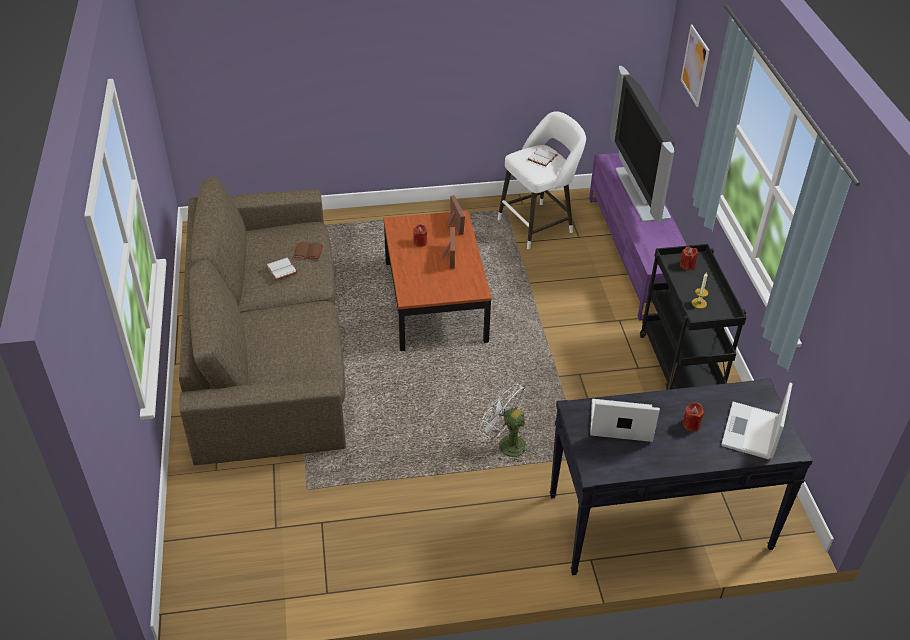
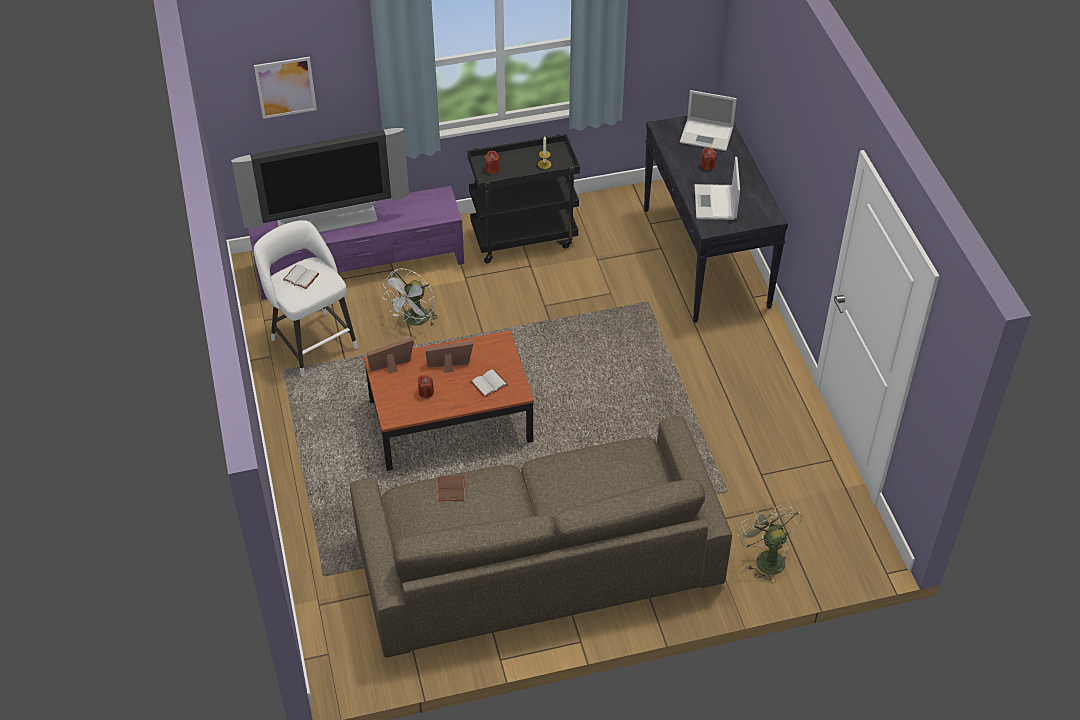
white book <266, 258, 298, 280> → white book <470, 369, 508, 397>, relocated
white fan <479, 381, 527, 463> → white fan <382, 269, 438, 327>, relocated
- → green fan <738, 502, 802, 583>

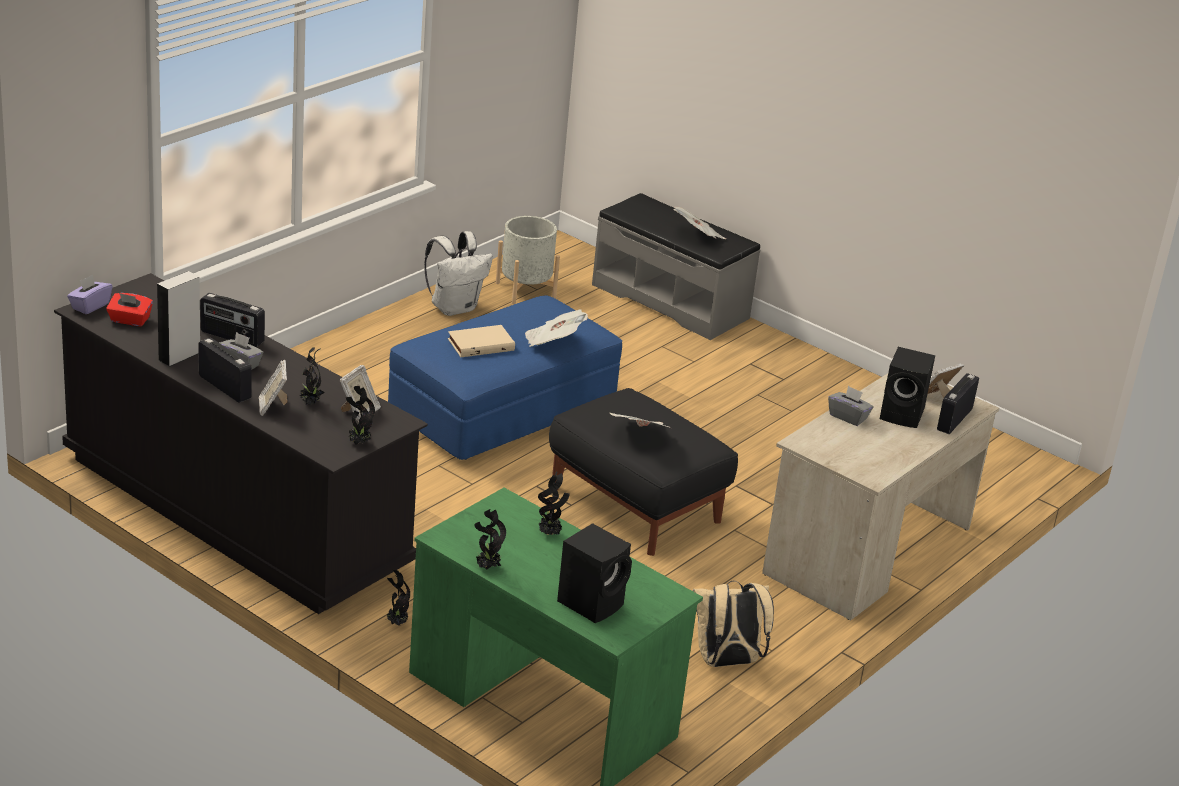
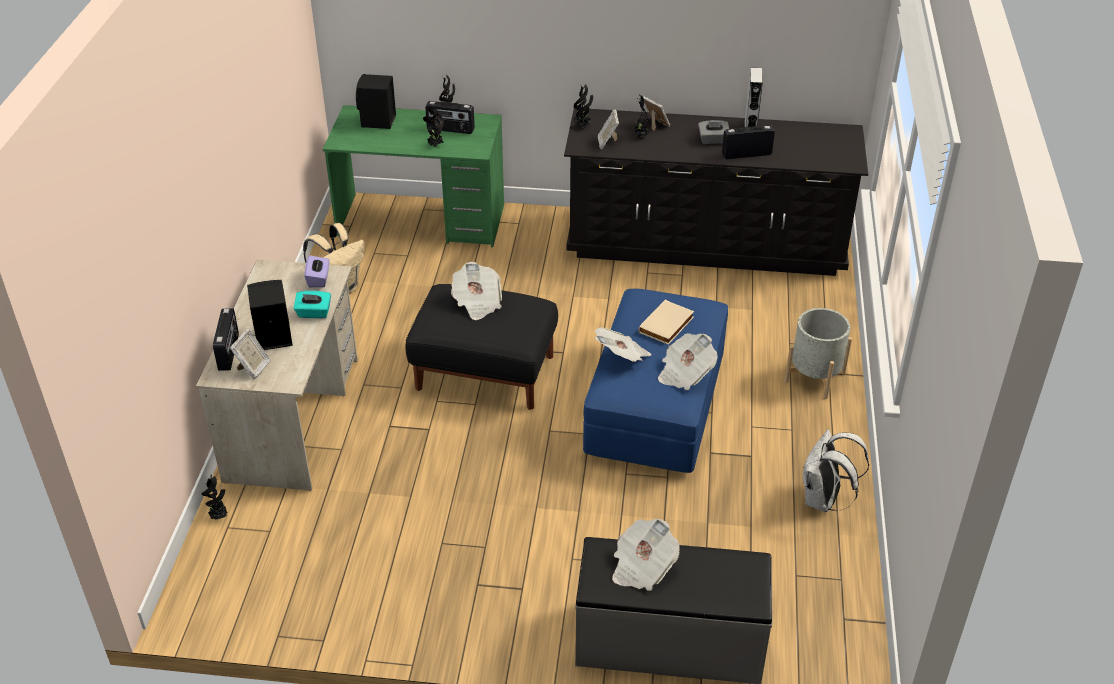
purple tissue box <67, 275, 113, 314> → purple tissue box <305, 255, 329, 287>, relocated
red tissue box <106, 293, 153, 327> → -
radio <198, 338, 252, 403> → radio <425, 101, 475, 134>, relocated
potted plant <387, 570, 410, 625> → potted plant <202, 474, 228, 520>, relocated
grey planter <496, 216, 560, 304> → grey planter <784, 308, 852, 399>, relocated
grey tissue box <828, 386, 873, 426> → turquoise tissue box <293, 291, 331, 318>
- → newspaper <658, 333, 718, 390>

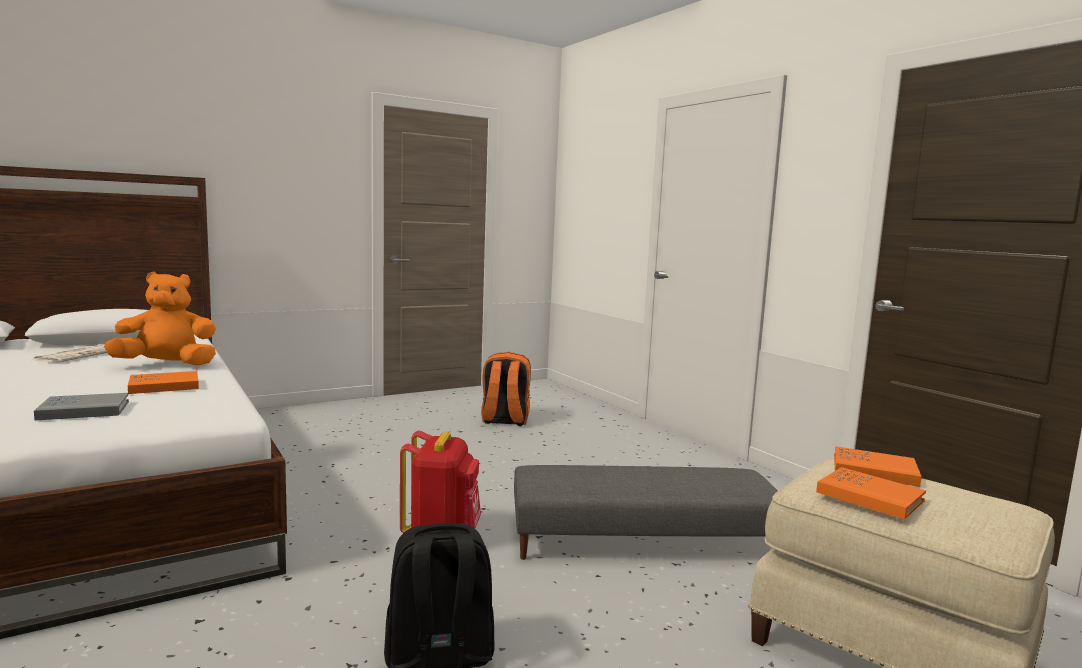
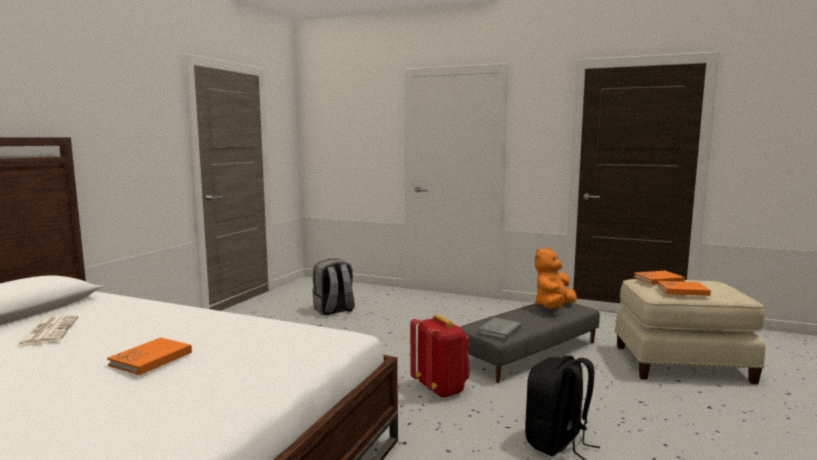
grey book <34, 393, 129, 421> → grey book <478, 318, 522, 340>, relocated
orange plush toy <104, 272, 216, 366> → orange plush toy <535, 247, 577, 308>, relocated
orange book <128, 371, 199, 394> → orange book <107, 337, 192, 375>, relocated
orange backpack <481, 352, 531, 426> → grey backpack <312, 258, 355, 316>

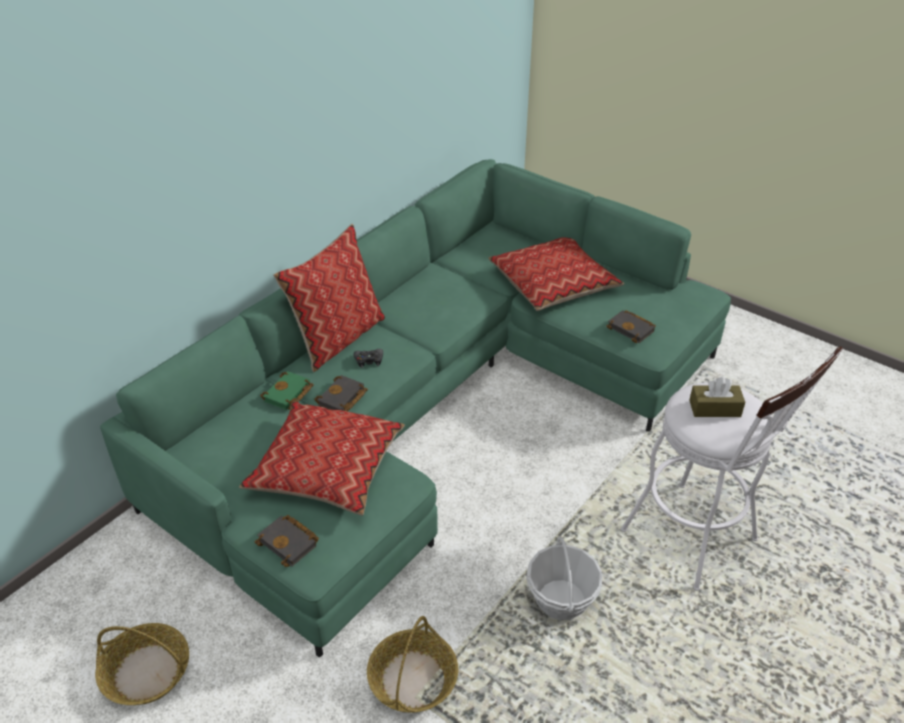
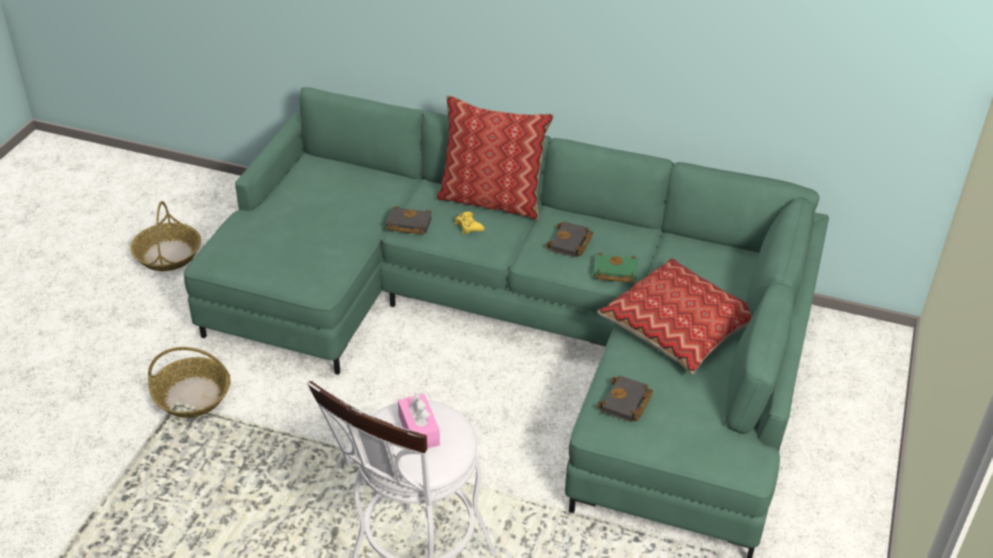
pillow <239, 402, 405, 516> → -
black book <255, 515, 319, 567> → black book <546, 222, 593, 257>, relocated
green book <260, 371, 314, 410> → green book <593, 253, 638, 283>, relocated
black game controller <353, 349, 383, 368> → yellow game controller <455, 211, 484, 234>
basket <526, 537, 603, 620> → -
brown tissue box <689, 377, 745, 417> → pink tissue box <398, 394, 440, 449>

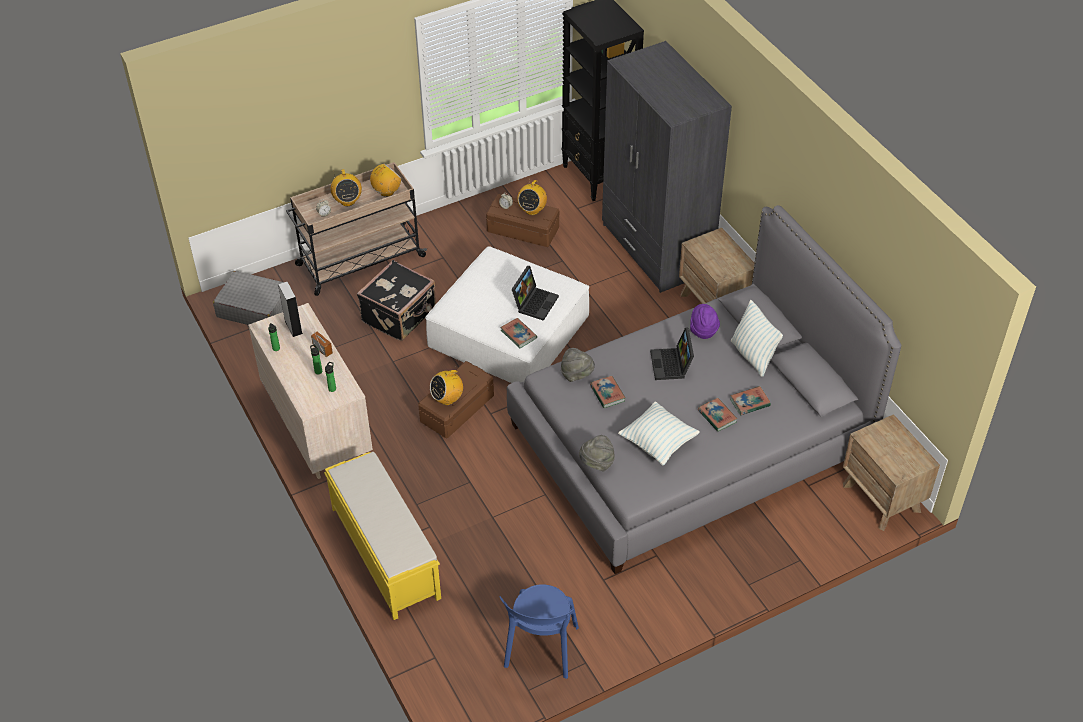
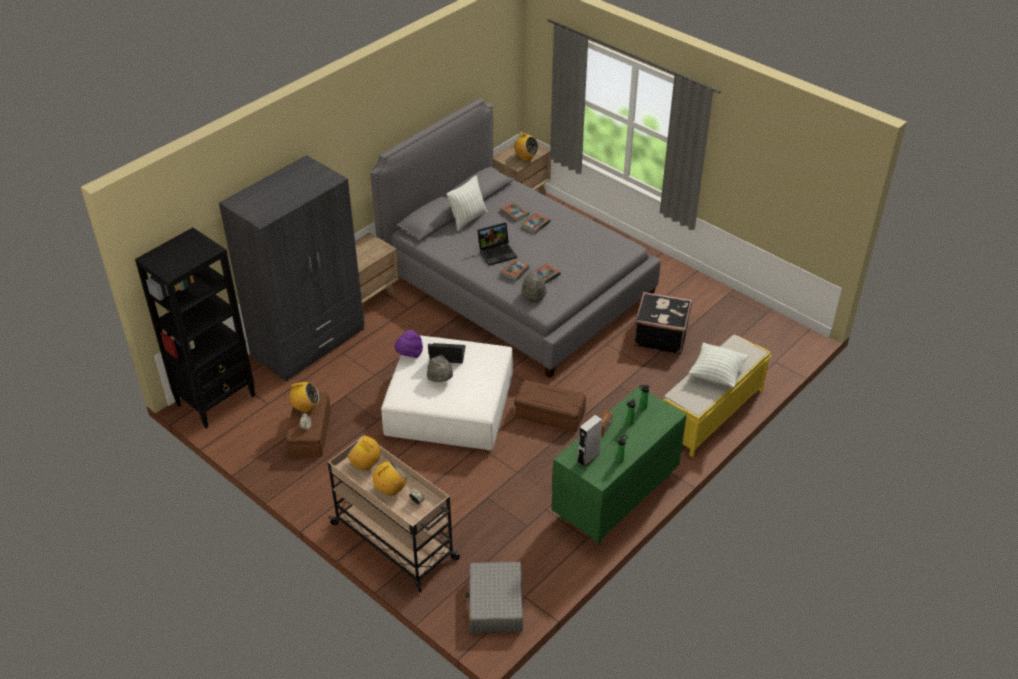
beige dresser <248, 303, 373, 479> → green dresser <551, 386, 687, 546>
black suitcase <357, 260, 436, 341> → black suitcase <633, 292, 692, 354>, relocated
radio <430, 365, 463, 405> → radio <512, 133, 539, 161>, relocated
blue chair <499, 584, 579, 679> → -
book <500, 318, 537, 348> → book <500, 259, 530, 281>, relocated
grey hat <579, 435, 615, 471> → grey hat <427, 355, 453, 382>, relocated
pillow <618, 401, 700, 465> → pillow <689, 343, 748, 388>, relocated
purple hat <690, 304, 720, 339> → purple hat <395, 330, 423, 358>, relocated

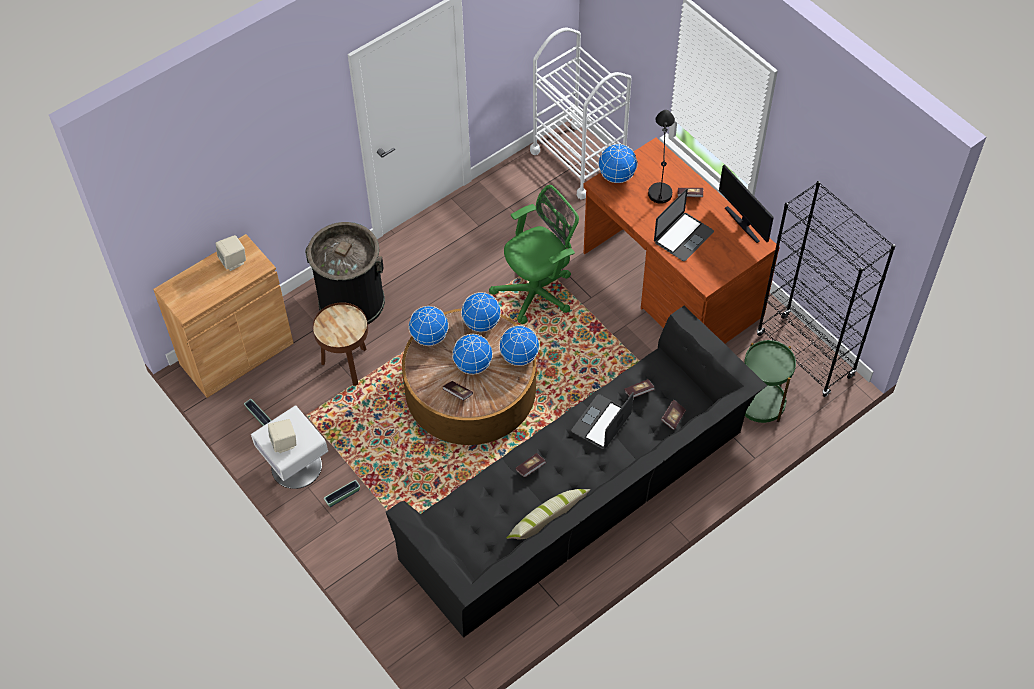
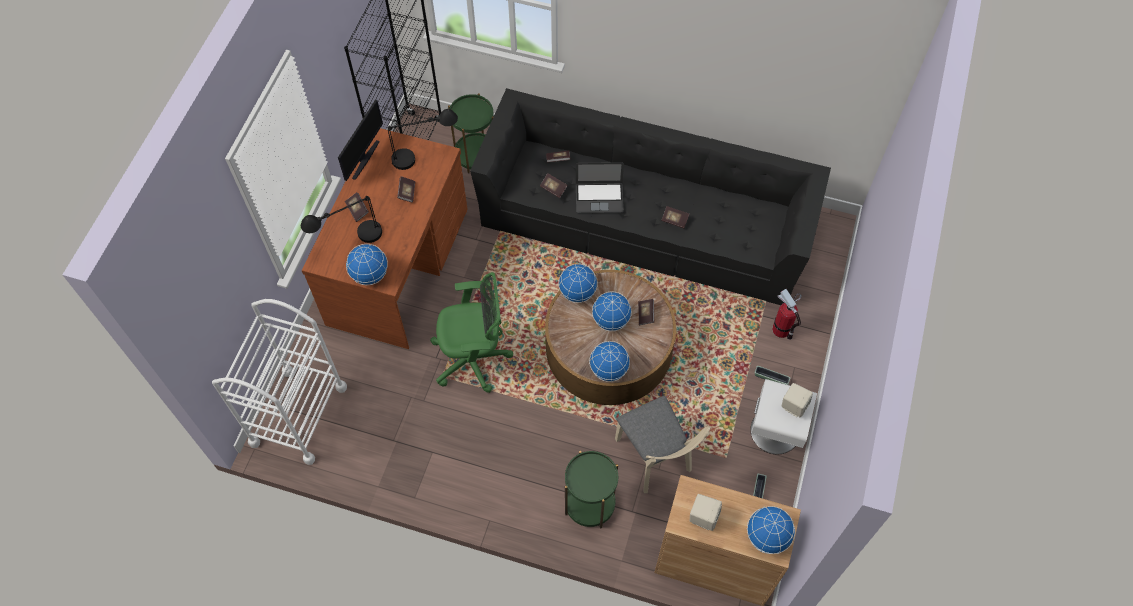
black trash can <305, 222, 385, 324> → green side table <565, 451, 618, 529>
brown side table <313, 302, 368, 386> → beige chair <615, 396, 710, 493>
globe <461, 292, 501, 332> → globe <747, 506, 795, 554>, relocated
green office chair <489, 185, 579, 324> → green office chair <430, 272, 513, 393>, 150 degrees clockwise
pillow <506, 489, 590, 539> → -
laptop <654, 189, 714, 261> → book <397, 176, 415, 202>
- → black table lamp <387, 109, 458, 170>
- → fire extinguisher <772, 289, 802, 340>

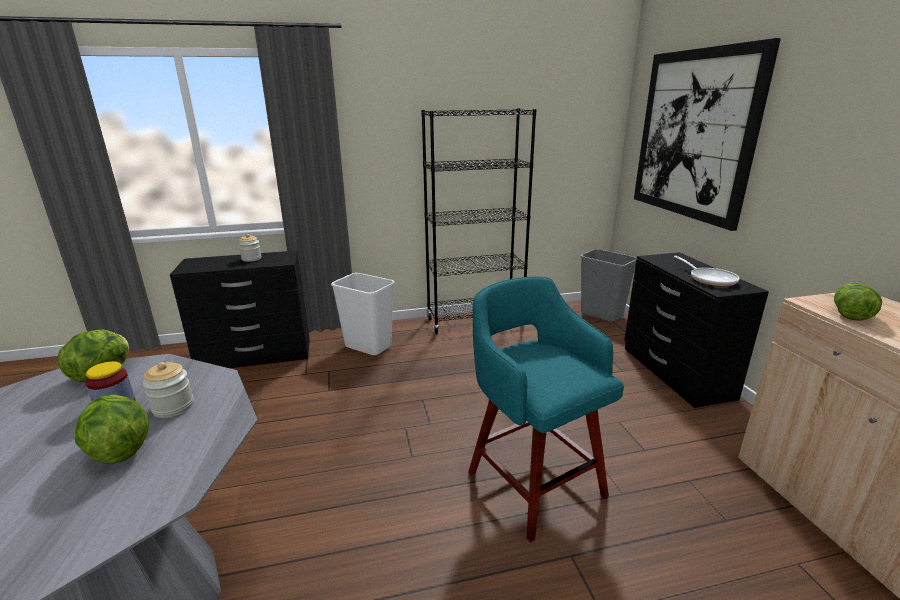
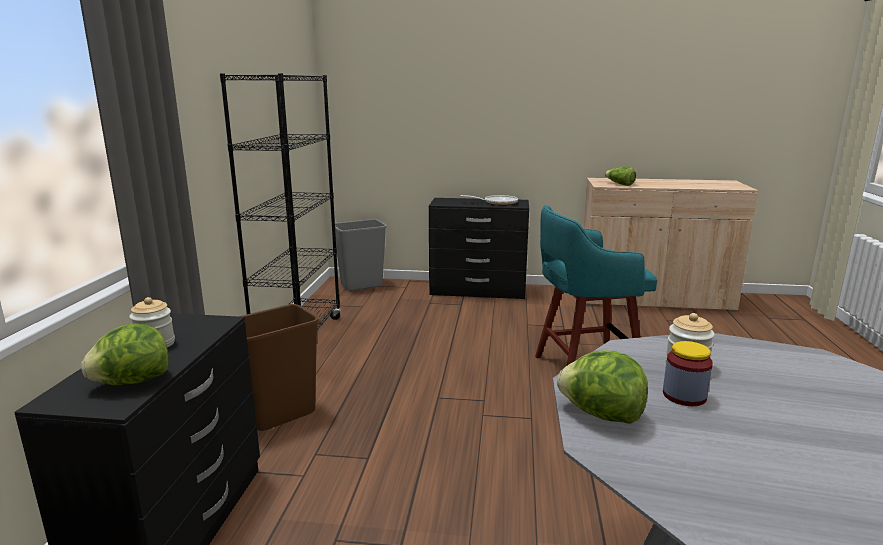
lettuce <75, 394, 149, 464> → lettuce <81, 323, 169, 385>, relocated
white trash can <331, 273, 395, 355> → brown trash can <239, 304, 319, 431>
picture <634, 38, 781, 231> → -

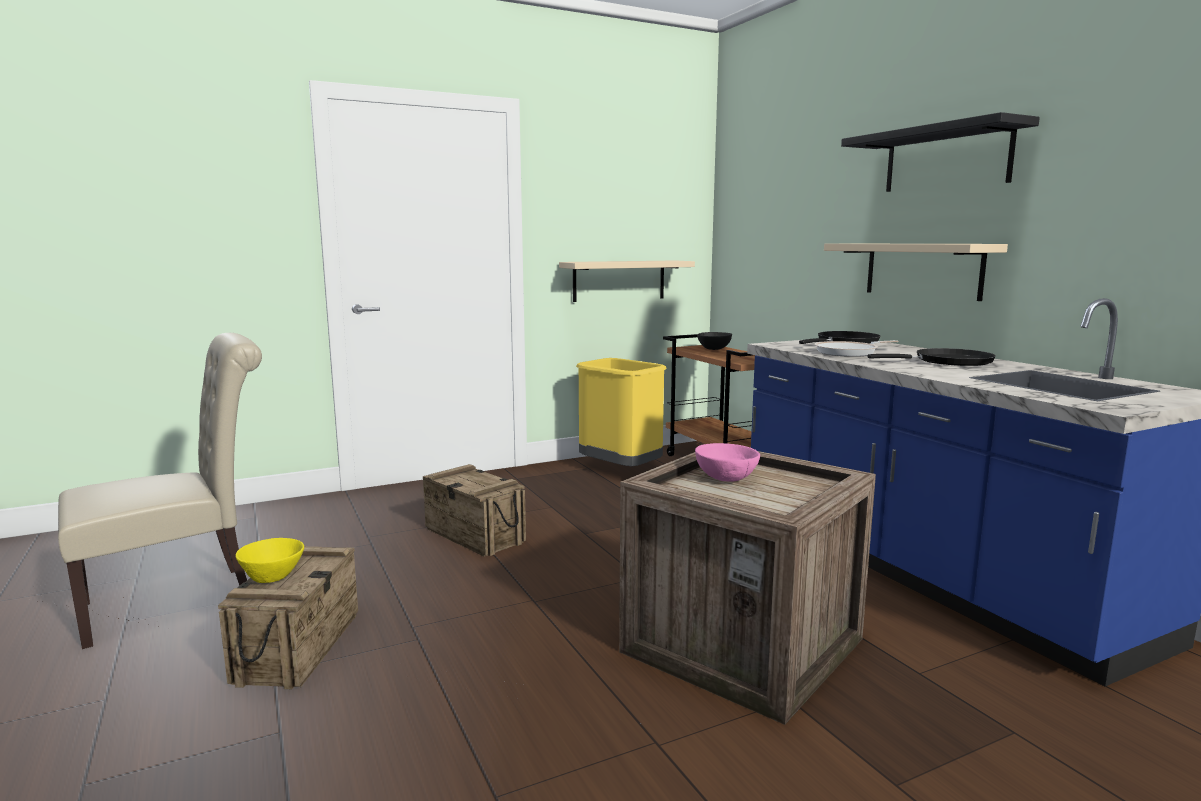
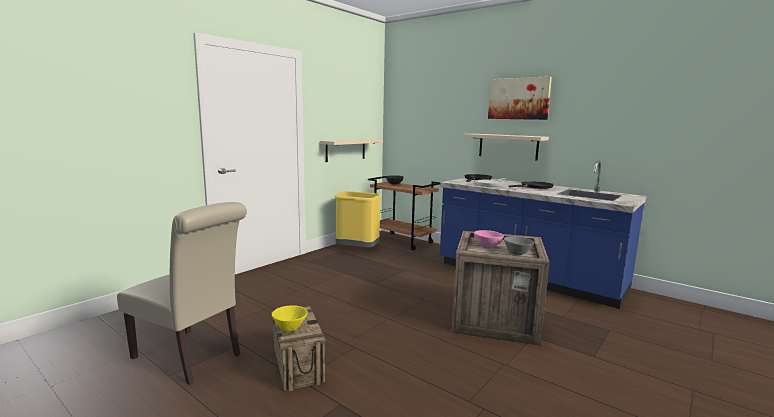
beige chair <58, 333, 262, 649> → beige chair <117, 202, 247, 385>, 90 degrees clockwise
crate <423, 464, 526, 557> → -
black shelf <841, 112, 1040, 192> → picture <488, 77, 552, 120>
- → grey bowl <504, 236, 534, 255>

